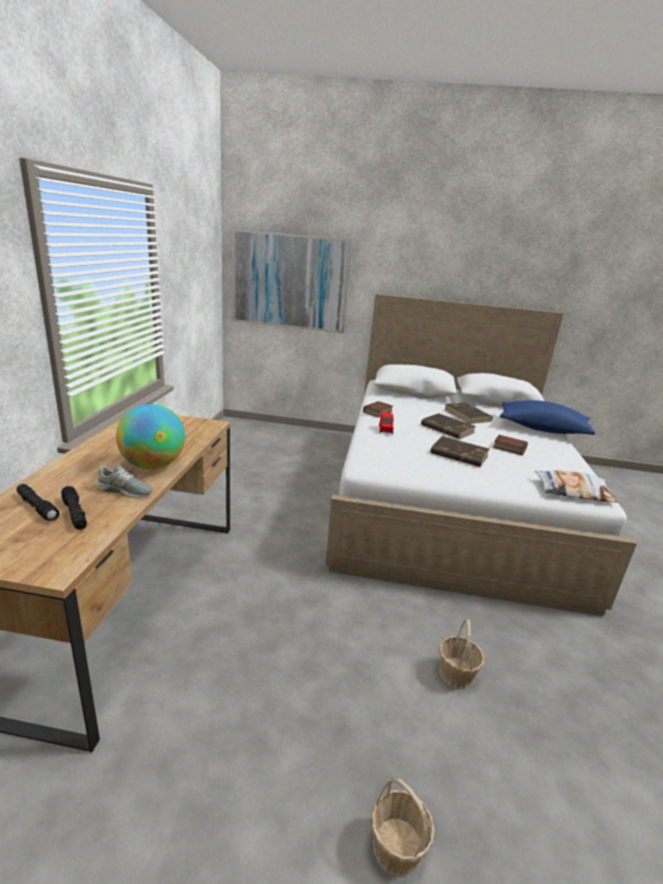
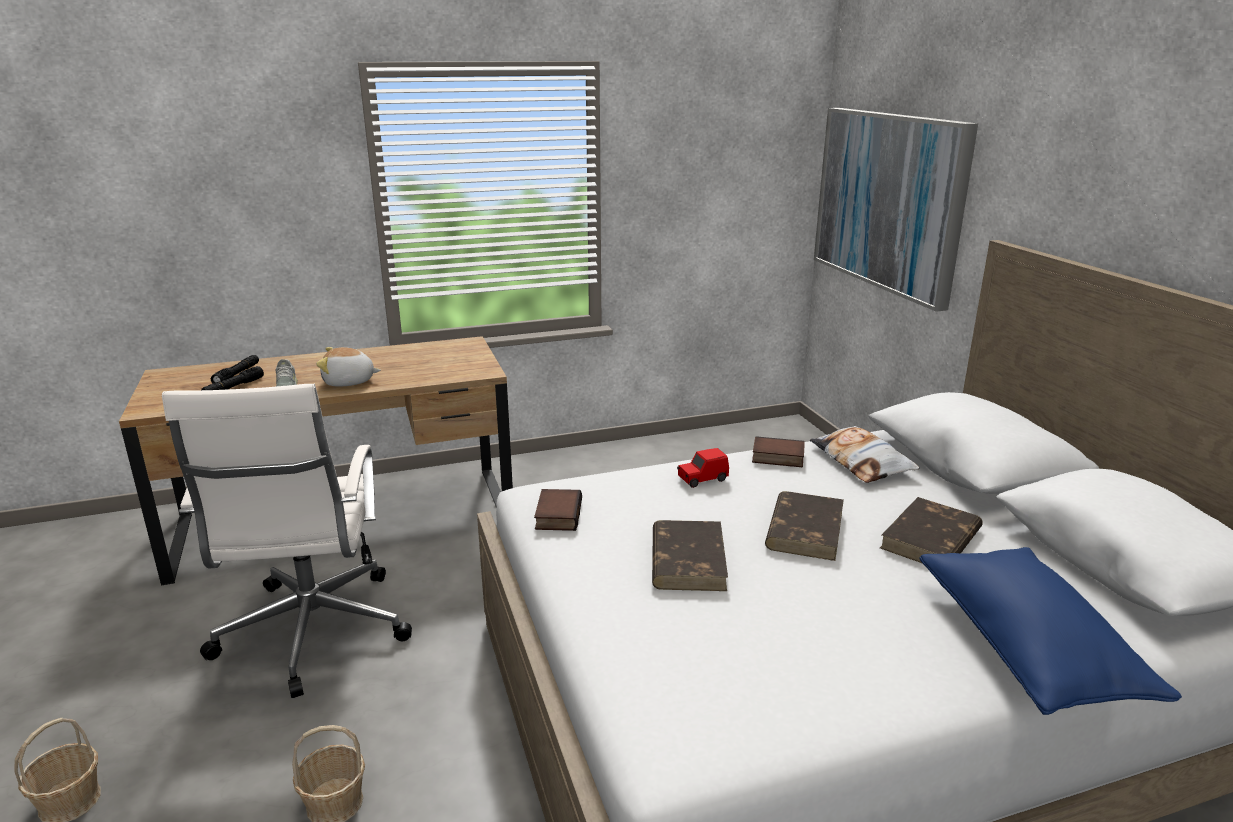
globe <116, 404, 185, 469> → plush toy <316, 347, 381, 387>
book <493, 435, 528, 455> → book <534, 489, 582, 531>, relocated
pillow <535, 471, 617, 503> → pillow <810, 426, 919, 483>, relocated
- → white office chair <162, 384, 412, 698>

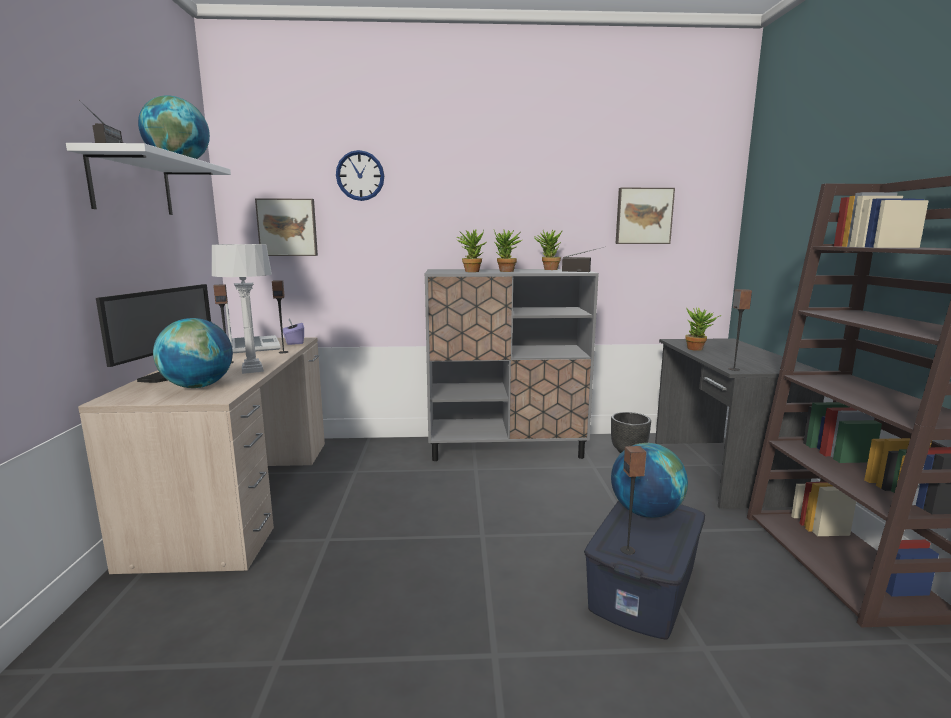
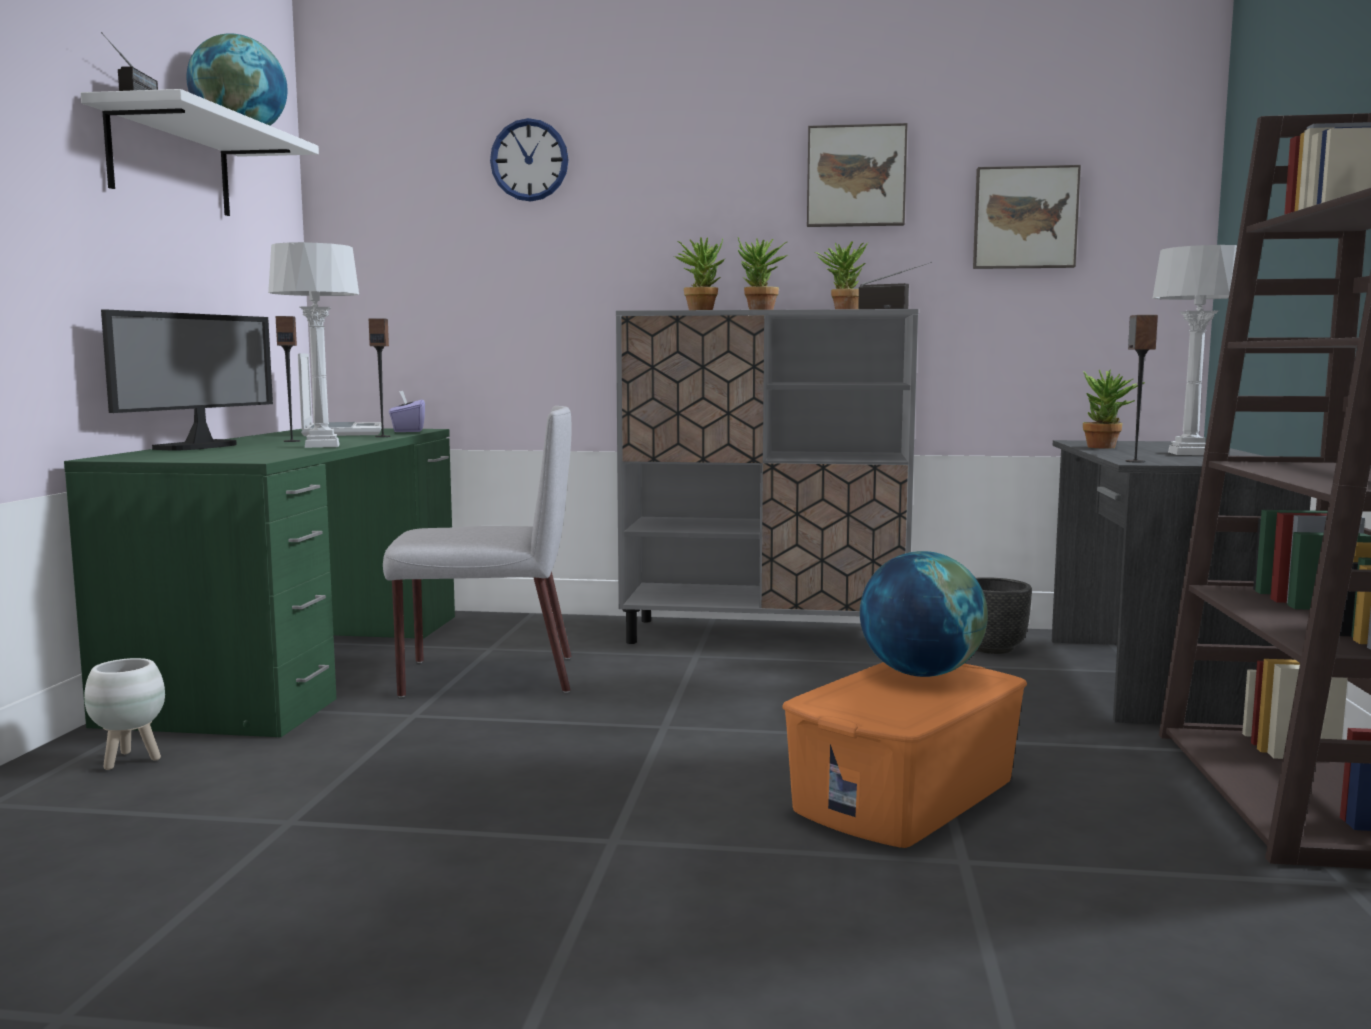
beige desk <78, 337, 325, 574> → green desk <64, 428, 455, 737>
globe <153, 318, 233, 388> → -
picture <255, 199, 318, 256> → picture <807, 123, 908, 227>, relocated
blue storage box <584, 500, 705, 639> → orange storage box <782, 662, 1027, 848>
speaker <620, 446, 647, 555> → -
- → white planter <84, 658, 165, 770>
- → grey chair <383, 406, 571, 698>
- → grey table lamp <1152, 245, 1237, 455>

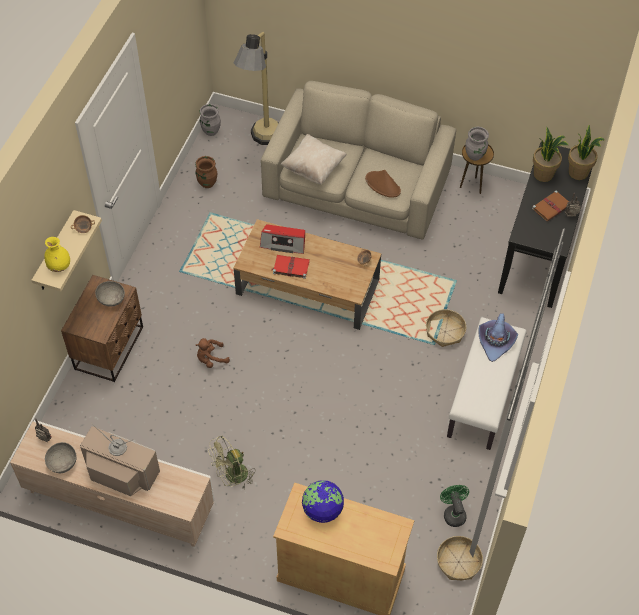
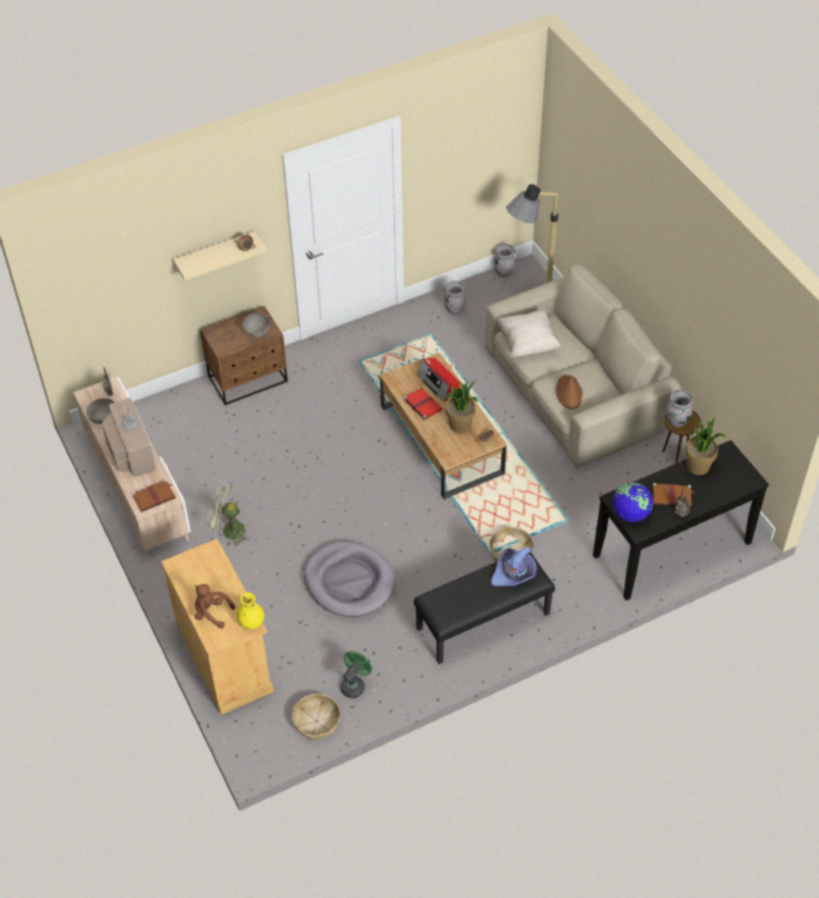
yellow vase <44, 237, 70, 272> → yellow vase <237, 592, 264, 629>, relocated
brown vase <195, 156, 217, 188> → grey vase <444, 281, 466, 315>
brown plush toy <196, 338, 230, 368> → brown plush toy <195, 584, 235, 629>, relocated
globe <302, 480, 344, 523> → globe <613, 482, 653, 522>, relocated
white bench <447, 317, 527, 450> → black bench <414, 553, 555, 664>
potted plant <568, 125, 604, 180> → potted plant <446, 381, 478, 433>, relocated
- → brown book <132, 479, 176, 512>
- → grey dog bed <304, 541, 395, 617>

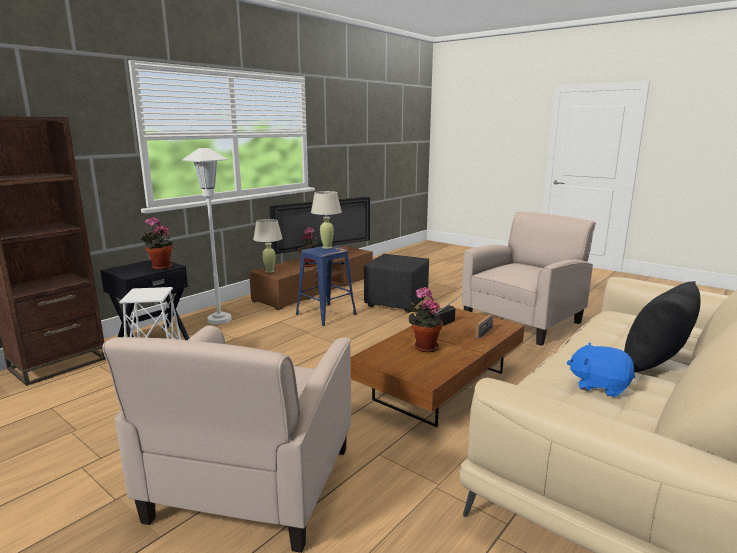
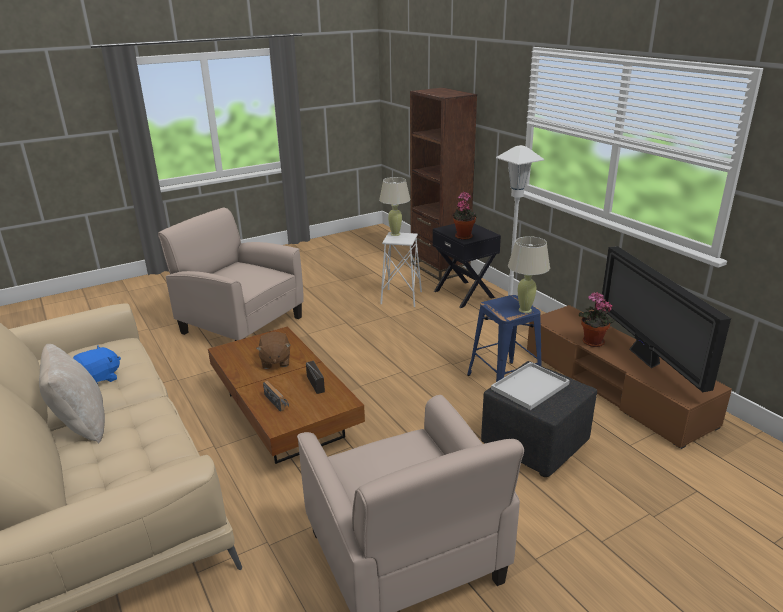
beige table lamp <253, 219, 283, 273> → beige table lamp <379, 177, 410, 236>, relocated
potted plant <407, 287, 443, 352> → brown plush toy <256, 332, 291, 369>
black pillow <624, 281, 701, 372> → beige pillow <39, 344, 105, 444>
- → white tray <491, 362, 570, 410>

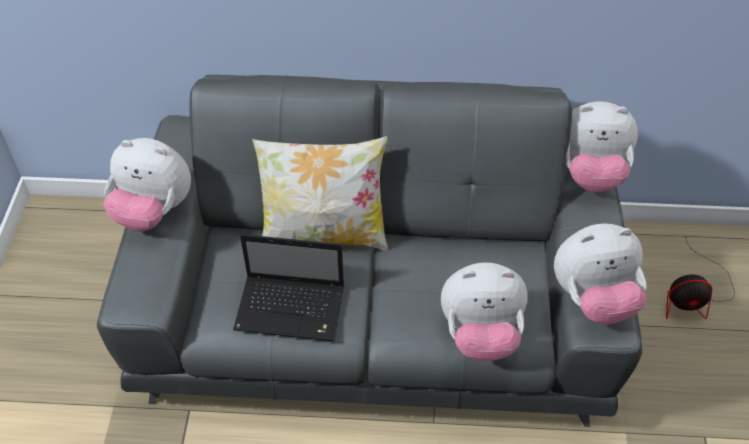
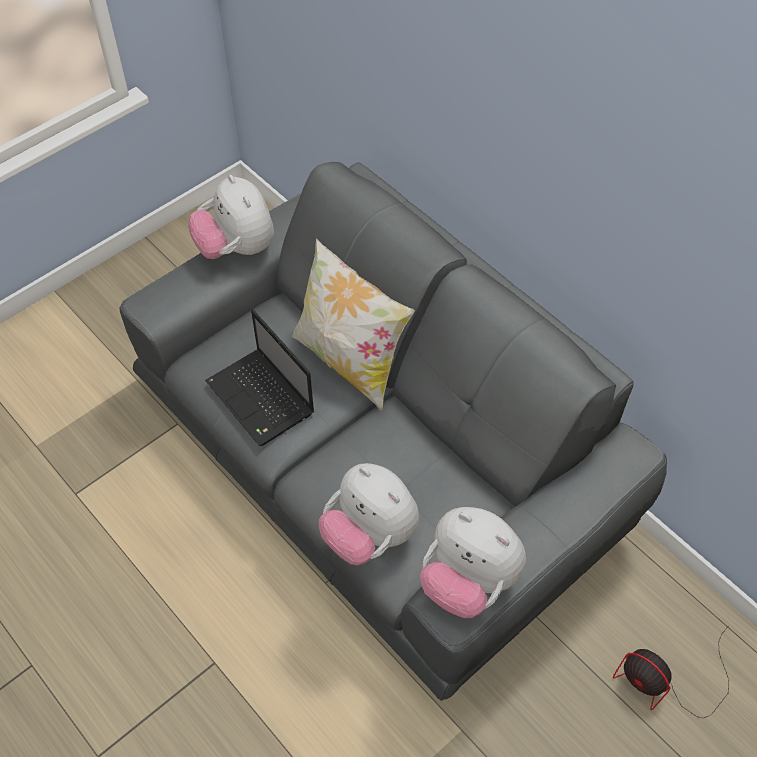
plush toy <566, 101, 638, 192> → -

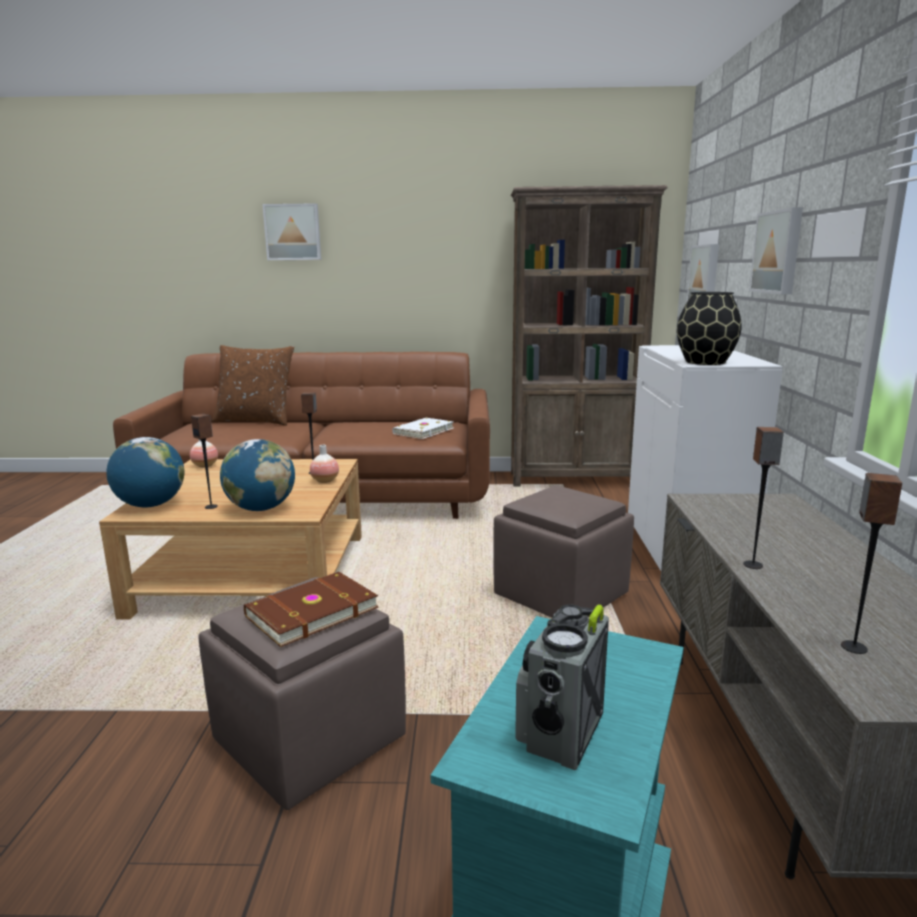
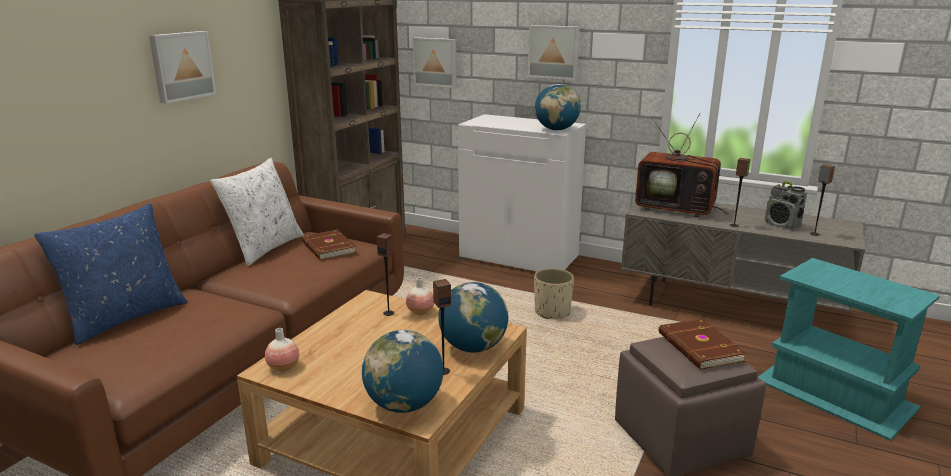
brown pillow <212, 345, 294, 426> → blue pillow <34, 203, 187, 345>
picture <262, 203, 321, 260> → picture <149, 31, 216, 104>, relocated
white book <392, 418, 454, 439> → brown book <302, 230, 356, 260>
brown ottoman <493, 485, 634, 618> → beige planter <534, 268, 574, 319>
radio <515, 604, 609, 770> → radio <765, 181, 807, 229>, relocated
black vase <677, 292, 742, 365> → globe <535, 84, 581, 131>
- → white pillow <210, 158, 304, 266>
- → television <635, 113, 729, 217>

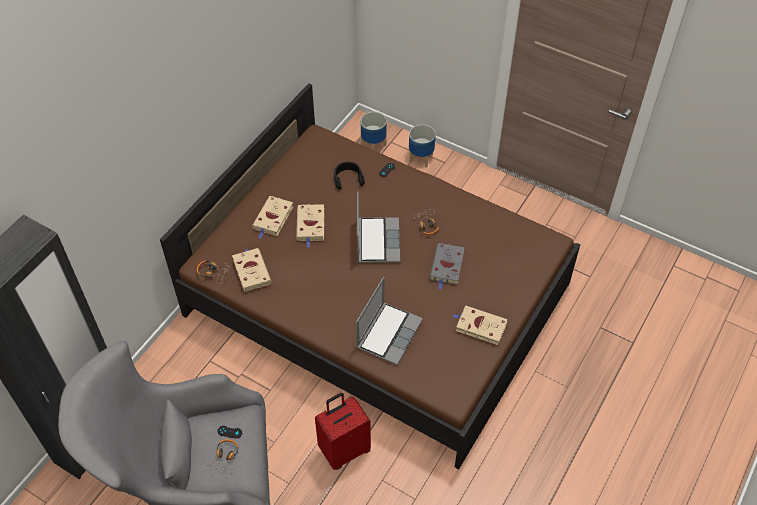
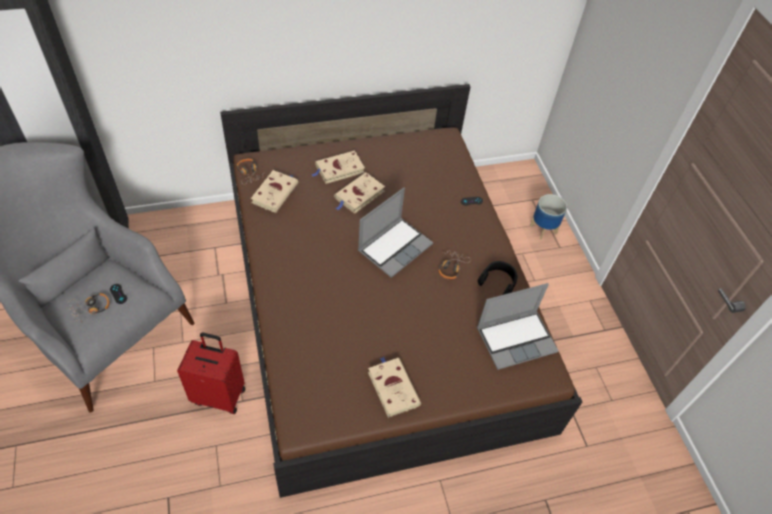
black headphones <334, 162, 365, 190> → black headphones <478, 261, 517, 295>, relocated
laptop <356, 277, 423, 365> → laptop <477, 283, 559, 370>, relocated
planter <361, 112, 387, 151> → -
grey book <429, 243, 465, 290> → -

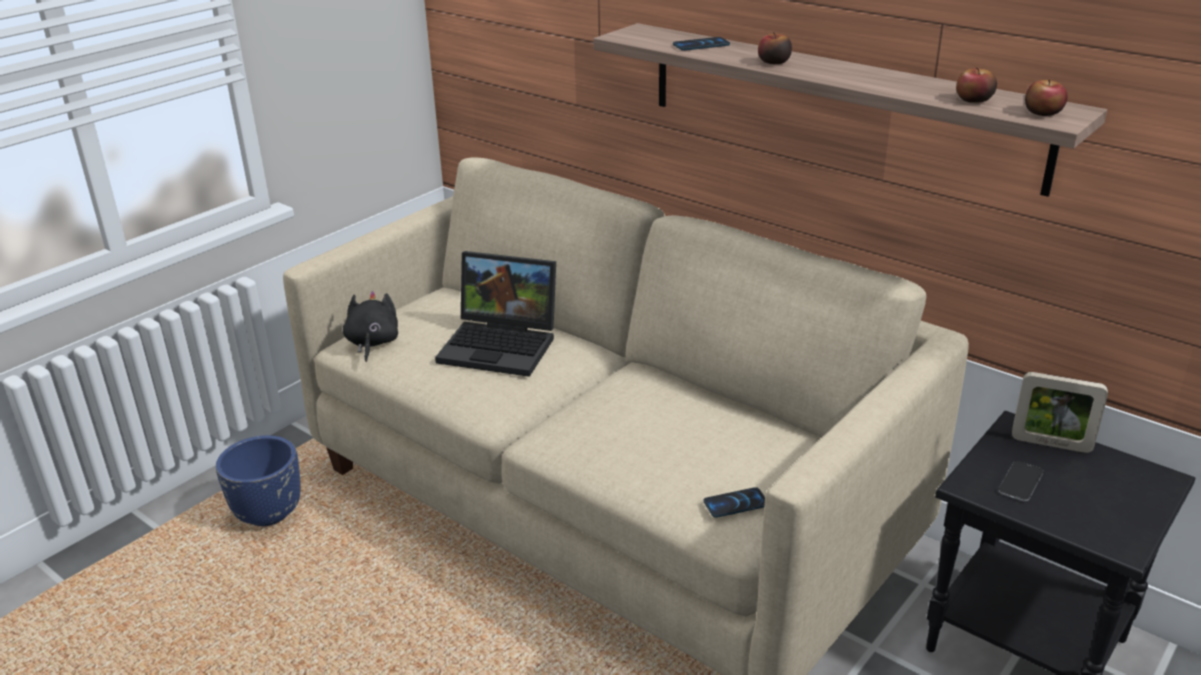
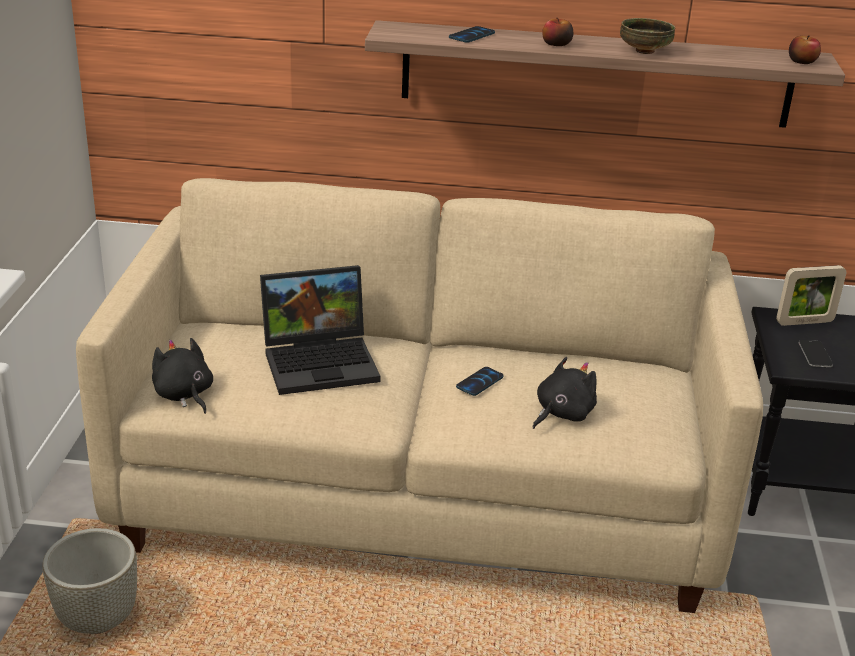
blue planter <216, 436, 301, 526> → grey planter <43, 528, 137, 634>
phone <704, 487, 765, 518> → phone <456, 367, 504, 396>, relocated
apple <956, 68, 997, 103> → -
- → black plush toy <532, 357, 597, 429>
- → bowl <620, 18, 675, 54>

